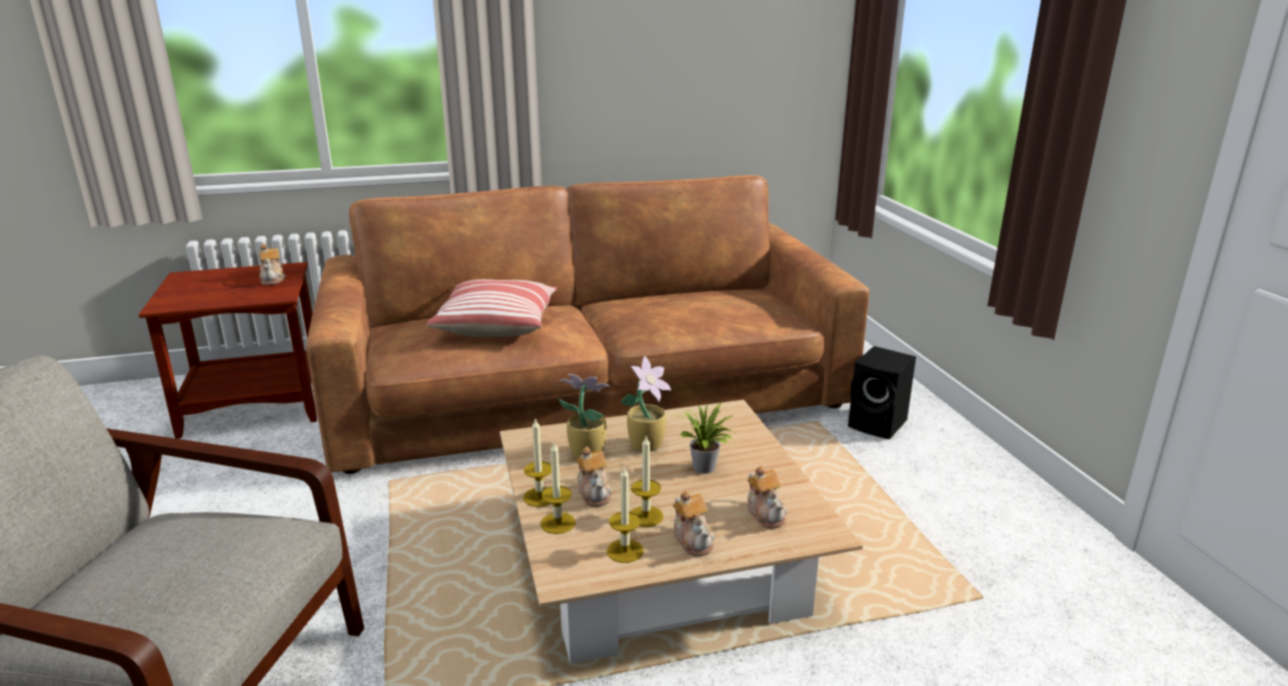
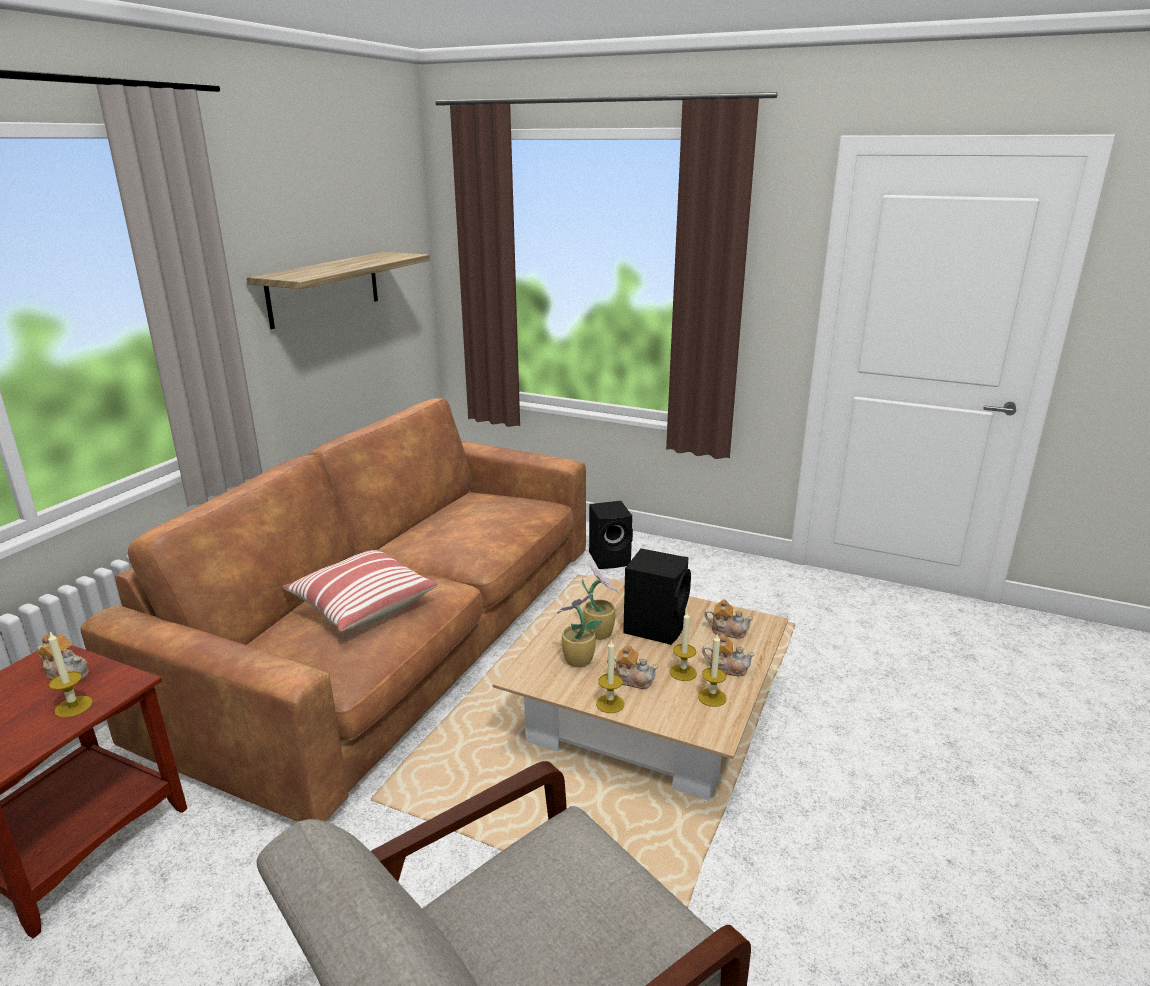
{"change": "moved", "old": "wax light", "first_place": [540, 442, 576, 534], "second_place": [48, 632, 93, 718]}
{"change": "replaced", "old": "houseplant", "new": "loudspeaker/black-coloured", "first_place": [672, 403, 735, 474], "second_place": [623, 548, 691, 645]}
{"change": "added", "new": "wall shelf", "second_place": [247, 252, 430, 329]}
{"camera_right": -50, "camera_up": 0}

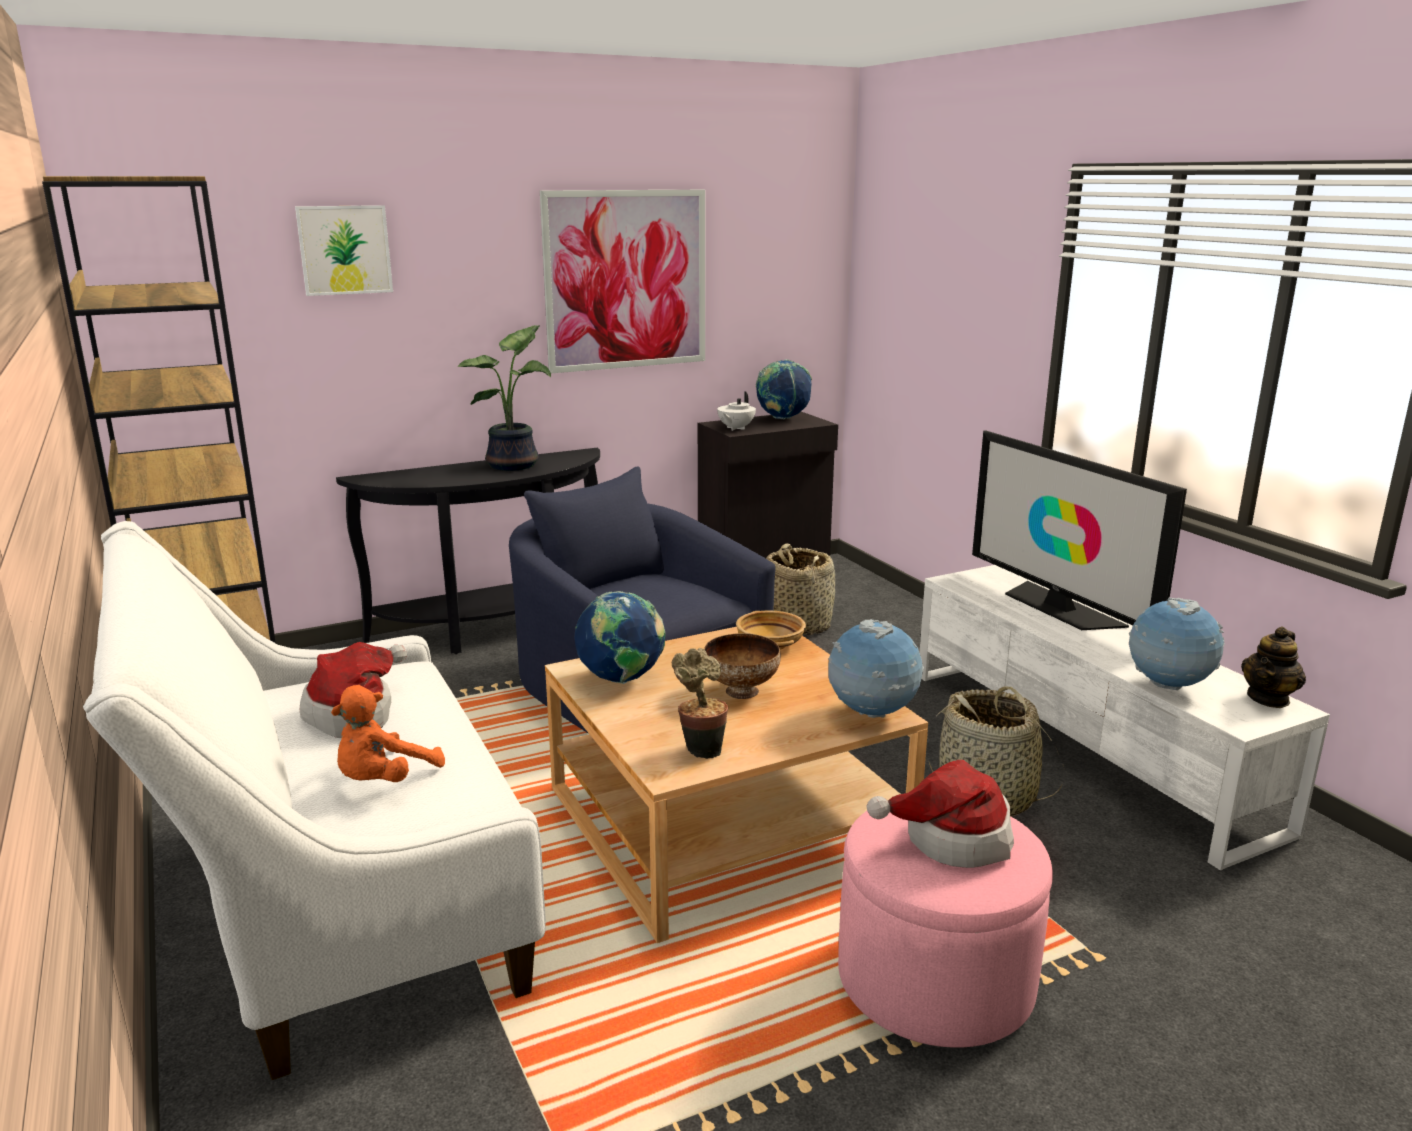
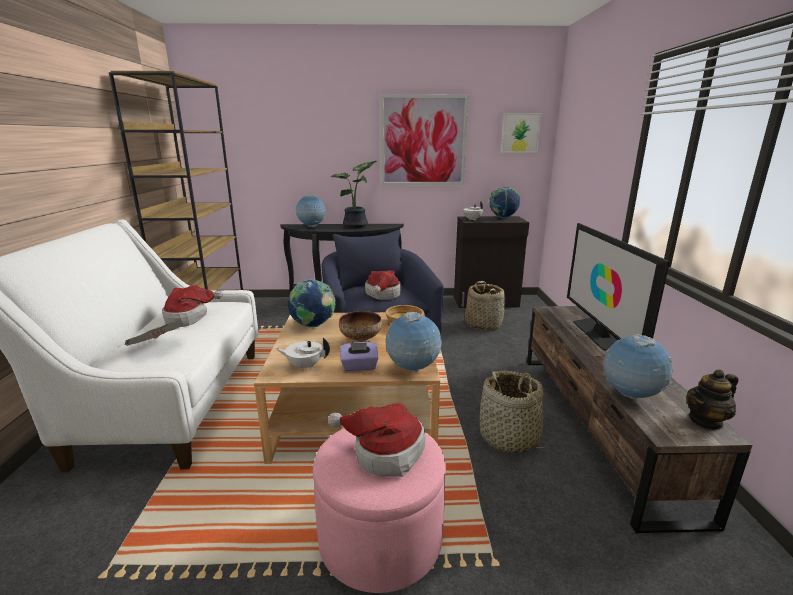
{"change": "moved", "old": "wall art", "first_place": [295, 205, 393, 296], "second_place": [501, 113, 542, 153]}
{"change": "replaced", "old": "plush toy/orange", "new": "printed paper", "first_place": [331, 685, 445, 782], "second_place": [125, 321, 183, 346]}
{"change": "replaced", "old": "houseplant", "new": "pot for tea/white-coloured", "first_place": [672, 648, 728, 759], "second_place": [275, 338, 330, 371]}
{"change": "recoloured", "old": "tv unit/white-coloured", "new": "tv unit/brown", "first_place": [920, 565, 1330, 871], "second_place": [527, 306, 753, 533]}
{"change": "added", "new": "globe", "second_place": [296, 195, 326, 227]}
{"change": "added", "new": "tissue holder/purplish", "second_place": [340, 342, 379, 372]}
{"change": "added", "new": "wearable hat", "second_place": [365, 270, 401, 300]}
{"camera_right": 25, "camera_up": 0}

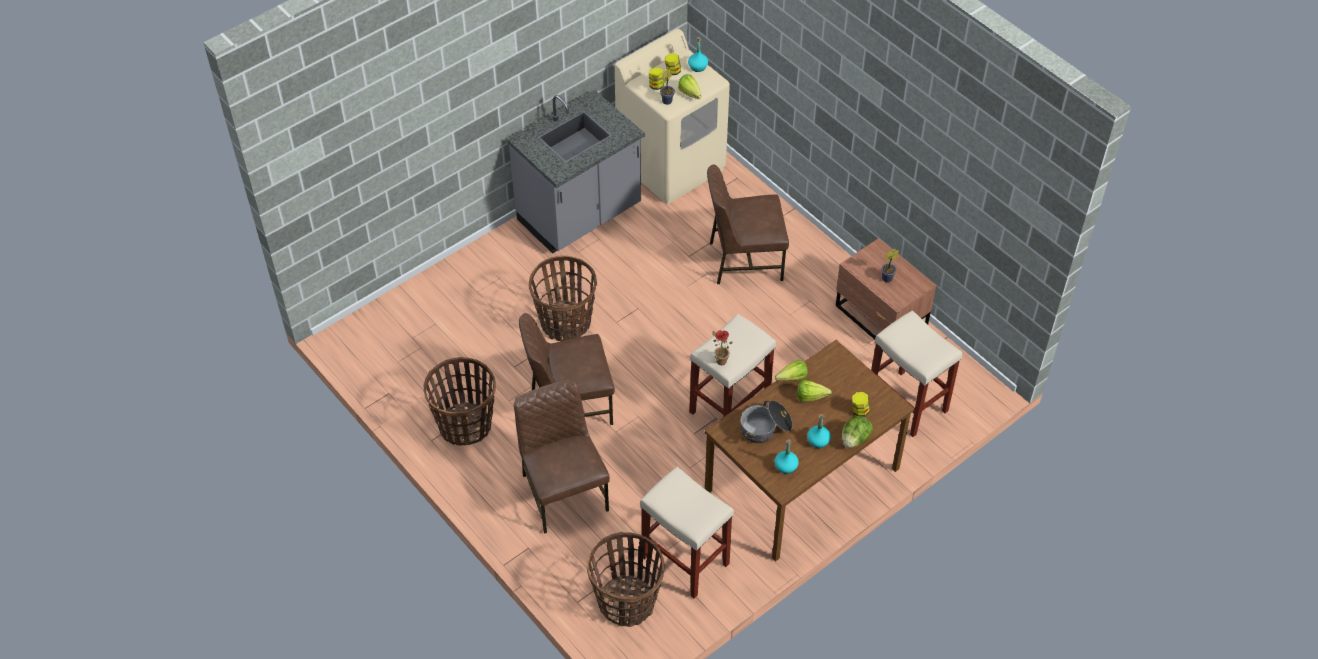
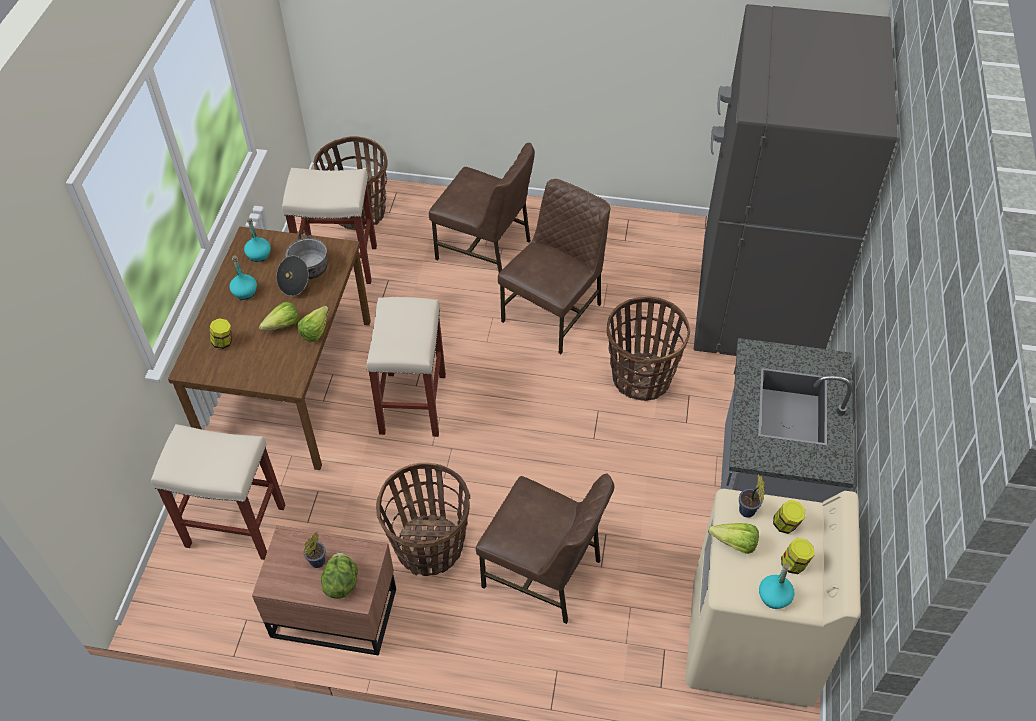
{"change": "moved", "old": "household basket", "first_place": [423, 357, 496, 445], "second_place": [376, 463, 470, 576]}
{"change": "turned", "old": "upright chair/brown", "first_place": [707, 165, 789, 284], "second_place": [476, 473, 614, 624], "degrees": 75}
{"change": "removed", "old": "houseplant", "first_place": [712, 330, 733, 365]}
{"change": "moved", "old": "lettuce head", "first_place": [842, 416, 873, 448], "second_place": [321, 552, 358, 599]}
{"change": "added", "new": "kitchen fridge/gray", "second_place": [694, 4, 898, 356]}
{"camera_right": 140, "camera_up": 0}

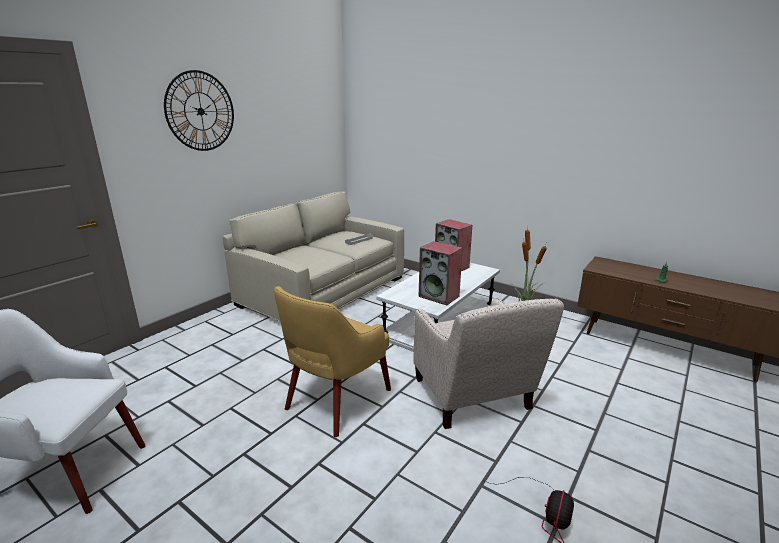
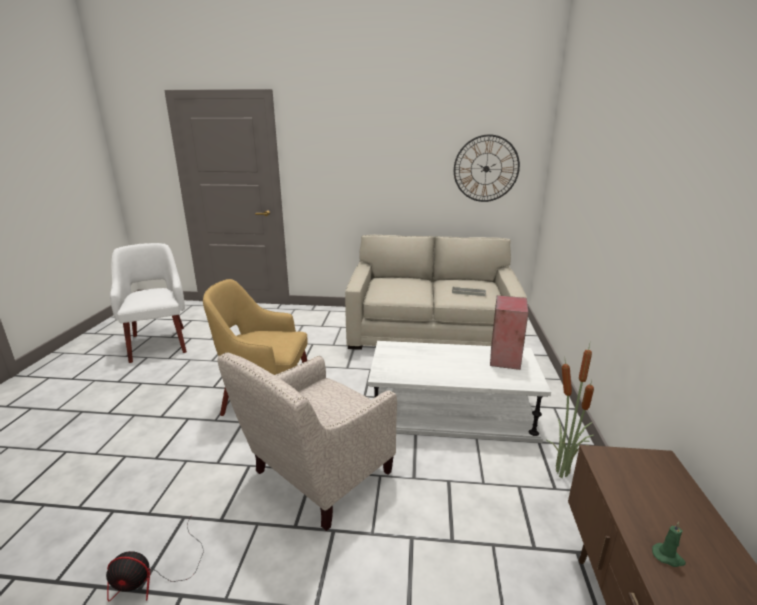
{"change": "moved", "old": "hanging clock", "first_place": [164, 70, 234, 151], "second_place": [454, 134, 520, 202]}
{"change": "removed", "old": "loudspeaker", "first_place": [418, 241, 463, 305]}
{"camera_right": 60, "camera_up": 0}

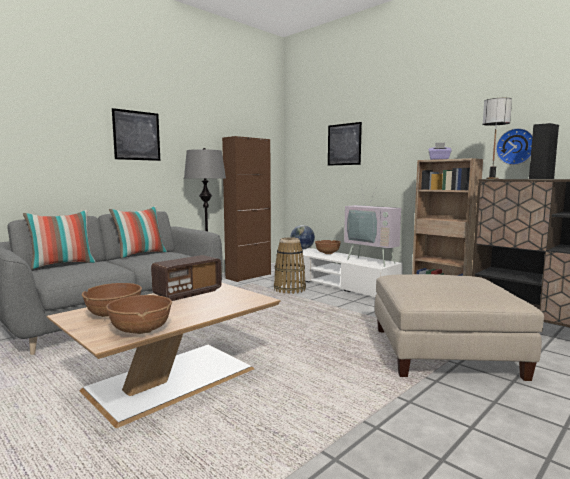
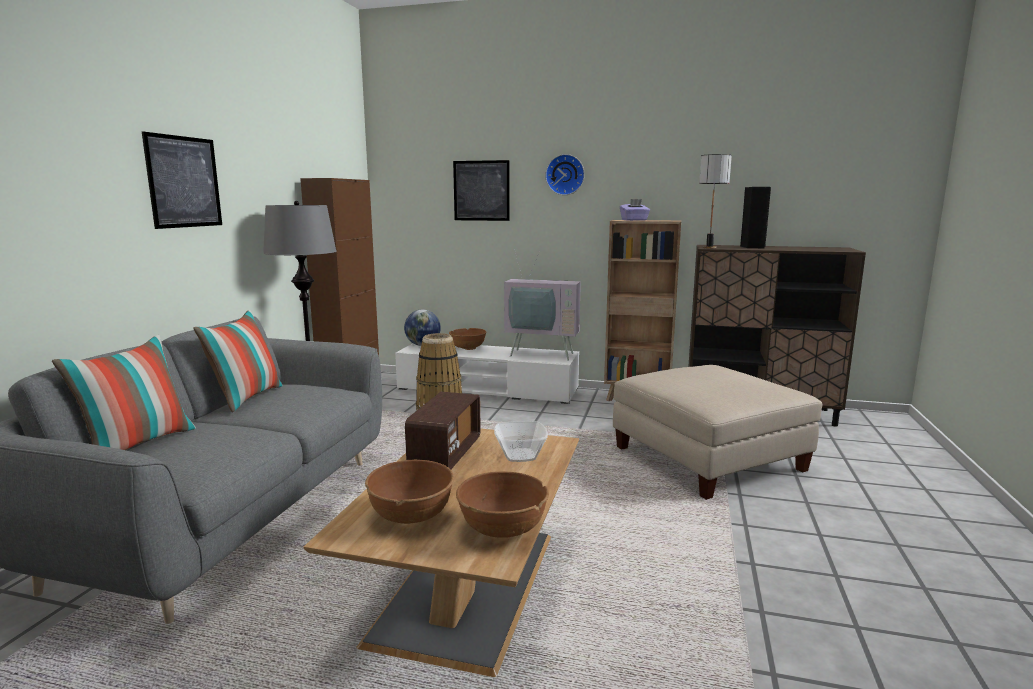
{"change": "moved", "old": "hanging clock", "first_place": [496, 128, 532, 165], "second_place": [545, 154, 585, 195]}
{"change": "added", "new": "bowl", "second_place": [494, 421, 548, 462]}
{"camera_right": -30, "camera_up": 5}

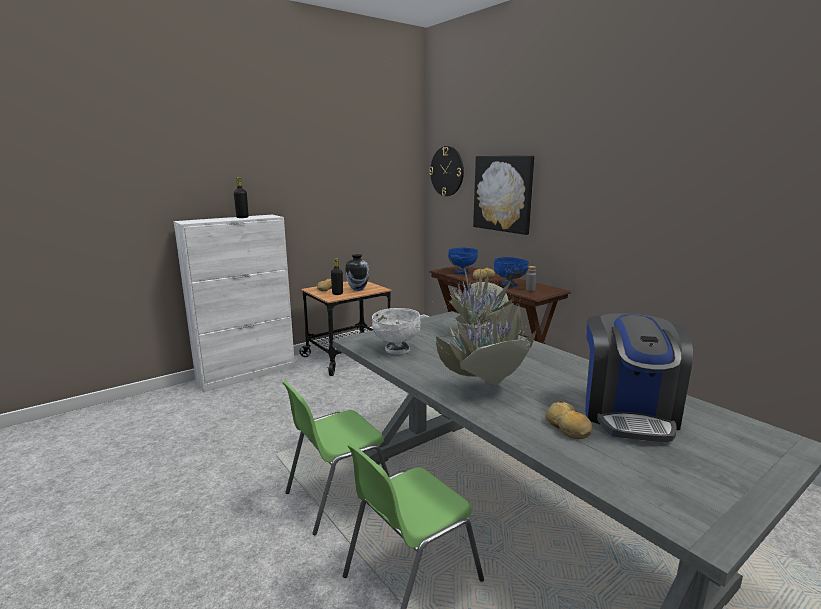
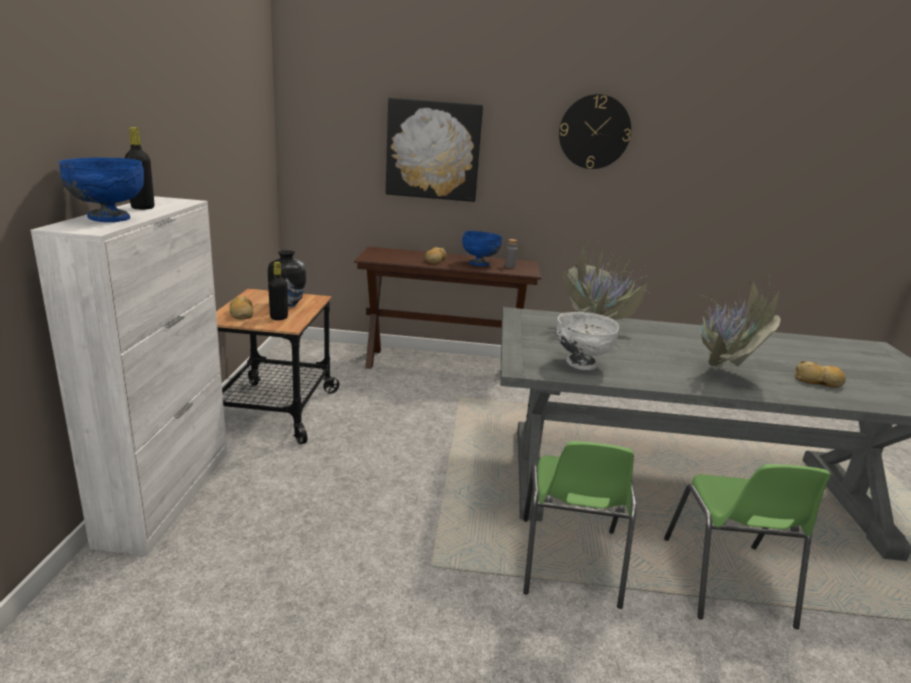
{"change": "moved", "old": "hanging clock", "first_place": [429, 146, 464, 196], "second_place": [559, 94, 631, 169]}
{"change": "moved", "old": "bowl/blue-coloured", "first_place": [448, 248, 478, 274], "second_place": [59, 157, 144, 222]}
{"change": "removed", "old": "coffee machine", "first_place": [585, 313, 693, 442]}
{"camera_right": -50, "camera_up": 5}

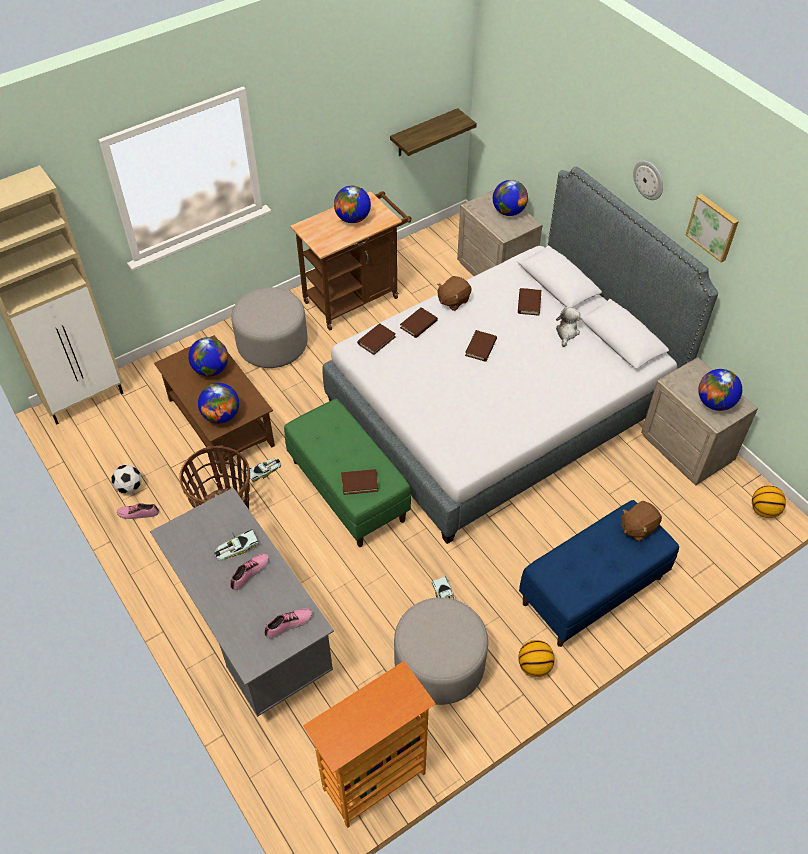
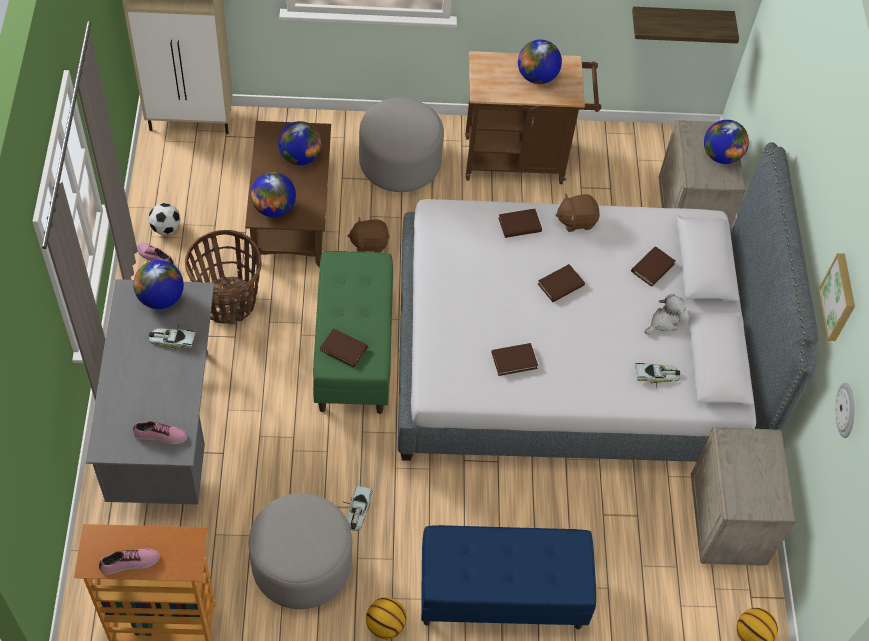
{"change": "moved", "old": "shoe", "first_place": [230, 553, 269, 590], "second_place": [99, 548, 160, 574]}
{"change": "moved", "old": "toy car", "first_place": [246, 459, 281, 482], "second_place": [635, 363, 680, 386]}
{"change": "moved", "old": "book/brown", "first_place": [357, 323, 396, 355], "second_place": [492, 343, 538, 376]}
{"change": "moved", "old": "plush toy/brown", "first_place": [621, 501, 662, 542], "second_place": [348, 217, 390, 253]}
{"change": "moved", "old": "hanging clock", "first_place": [633, 161, 663, 200], "second_place": [835, 383, 855, 438]}
{"change": "moved", "old": "globe", "first_place": [698, 369, 742, 411], "second_place": [133, 260, 184, 309]}
{"camera_right": 30, "camera_up": 5}

